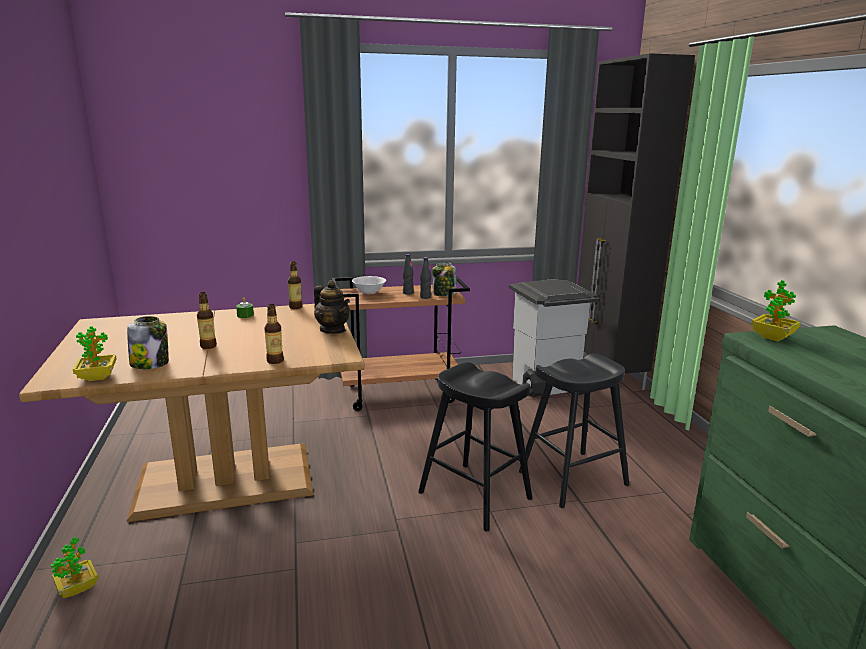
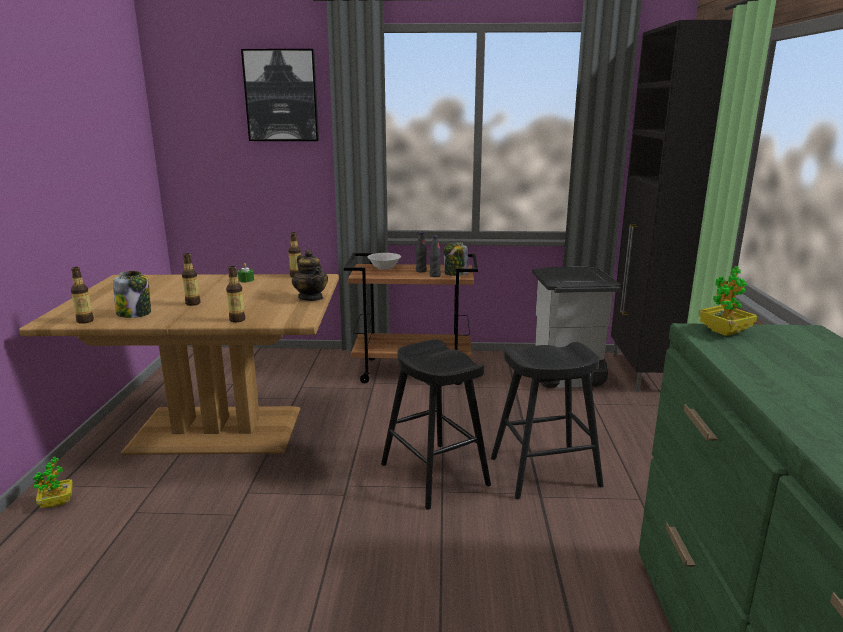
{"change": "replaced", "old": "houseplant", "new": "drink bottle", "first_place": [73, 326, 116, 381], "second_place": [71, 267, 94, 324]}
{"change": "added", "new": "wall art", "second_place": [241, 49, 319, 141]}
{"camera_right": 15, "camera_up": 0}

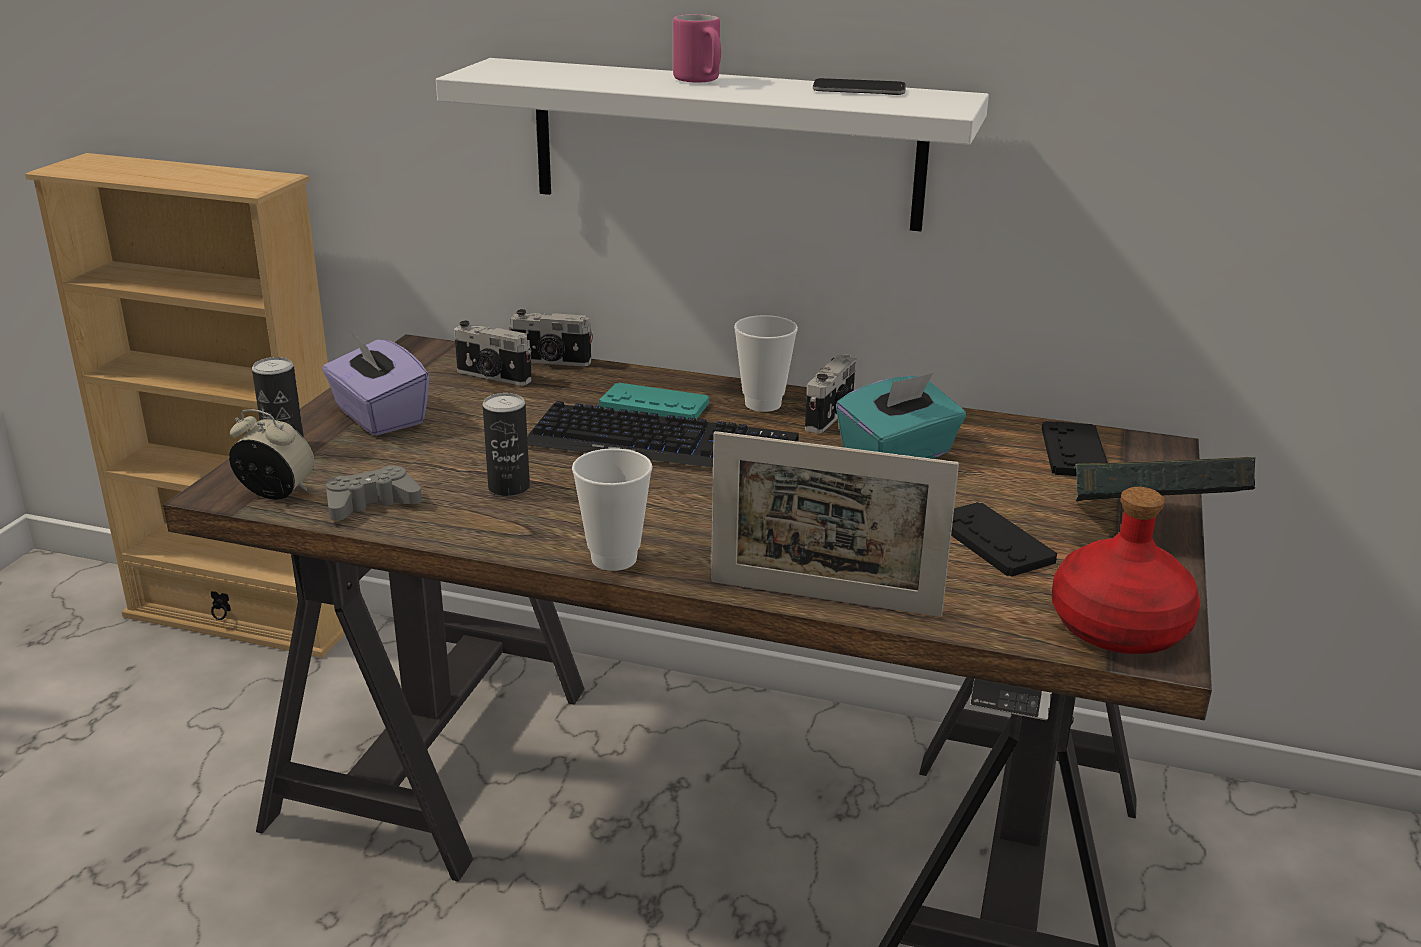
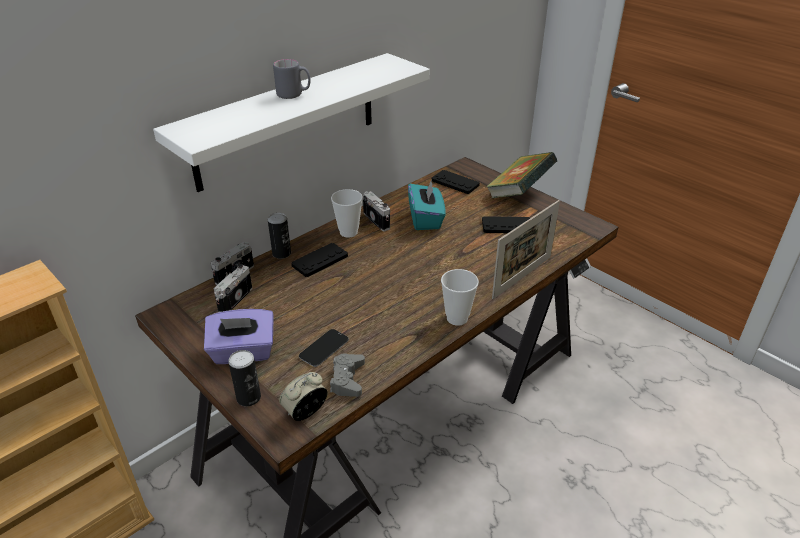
{"change": "turned", "old": "still camera", "first_place": [454, 321, 532, 386], "second_place": [213, 264, 252, 312], "degrees": 150}
{"change": "moved", "old": "sealed can", "first_place": [483, 393, 530, 496], "second_place": [268, 213, 291, 259]}
{"change": "removed", "old": "keyboard", "first_place": [527, 401, 799, 468]}
{"change": "recoloured", "old": "joypad/turquoise-coloured", "new": "joypad/black-coloured", "first_place": [599, 383, 709, 419], "second_place": [291, 243, 348, 277]}
{"change": "recoloured", "old": "coffee mug/pink-coloured", "new": "coffee mug/gray", "first_place": [673, 14, 721, 83], "second_place": [273, 59, 311, 99]}
{"change": "moved", "old": "telephone", "first_place": [813, 78, 906, 95], "second_place": [299, 329, 349, 367]}
{"change": "removed", "old": "drink bottle/reddish", "first_place": [1052, 487, 1200, 654]}
{"camera_right": -60, "camera_up": 10}

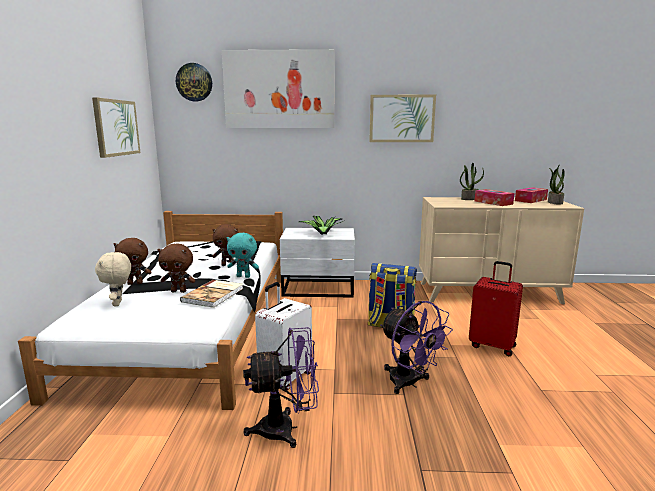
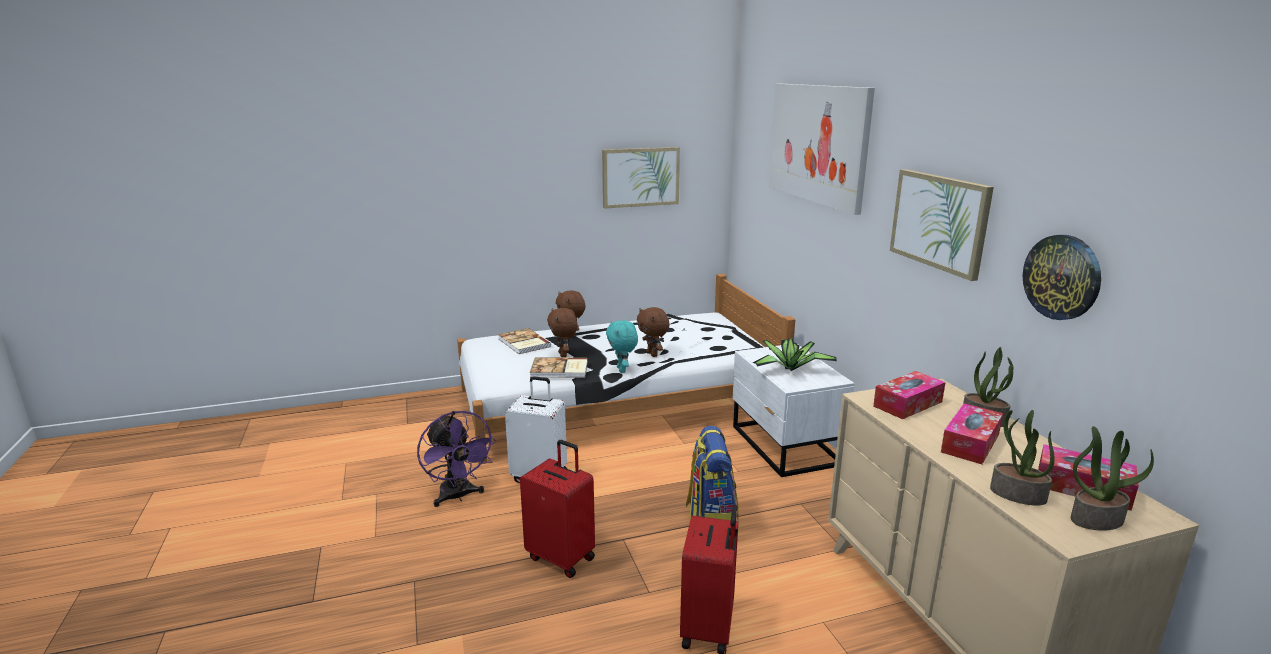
{"change": "replaced", "old": "plush toy/beige-coloured", "new": "book", "first_place": [95, 252, 131, 306], "second_place": [498, 328, 551, 354]}
{"change": "moved", "old": "hanging clock", "first_place": [176, 63, 212, 101], "second_place": [1023, 235, 1101, 320]}
{"change": "replaced", "old": "cooling fan/purplish", "new": "suitcase/reddish", "first_place": [380, 301, 453, 394], "second_place": [520, 440, 595, 578]}
{"change": "added", "new": "tissue holder", "second_place": [873, 371, 945, 419]}
{"change": "added", "new": "houseplant", "second_place": [990, 410, 1055, 506]}
{"camera_right": 70, "camera_up": 5}

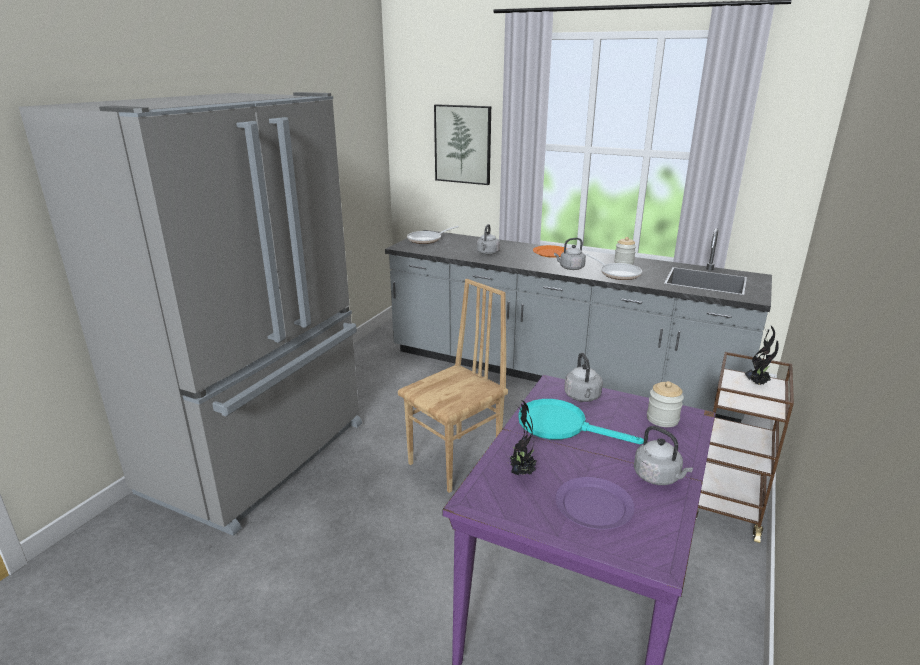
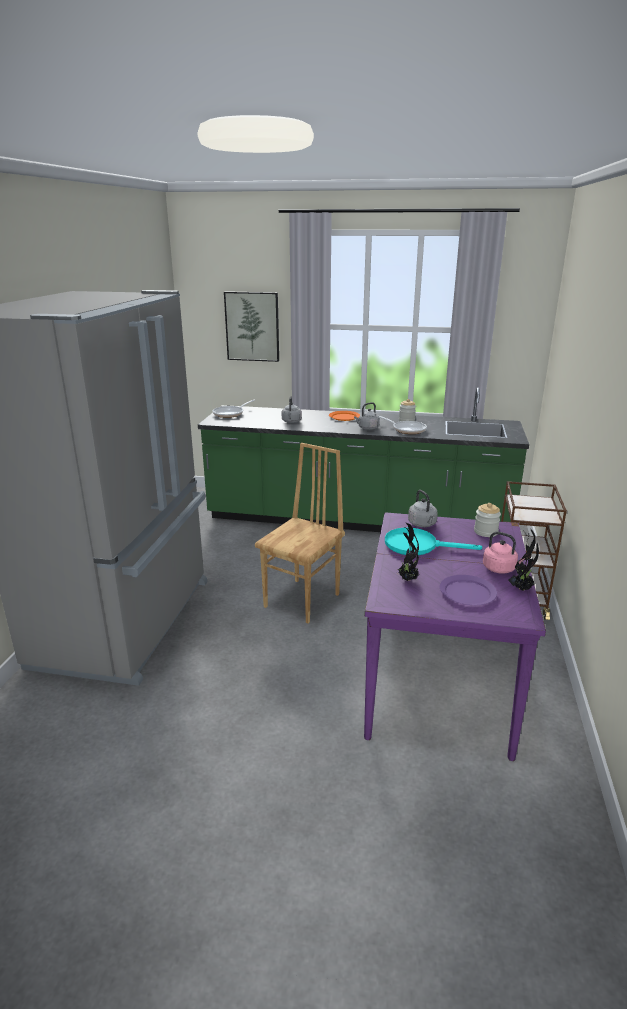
{"change": "recoloured", "old": "kitchen base unit/gray", "new": "kitchen base unit/greenish", "first_place": [385, 229, 772, 423], "second_place": [198, 387, 529, 532]}
{"change": "recoloured", "old": "kettle/gray", "new": "kettle/pink-coloured", "first_place": [634, 426, 693, 485], "second_place": [483, 532, 525, 574]}
{"change": "moved", "old": "houseplant", "first_place": [744, 326, 779, 385], "second_place": [508, 530, 539, 590]}
{"camera_right": -15, "camera_up": 0}

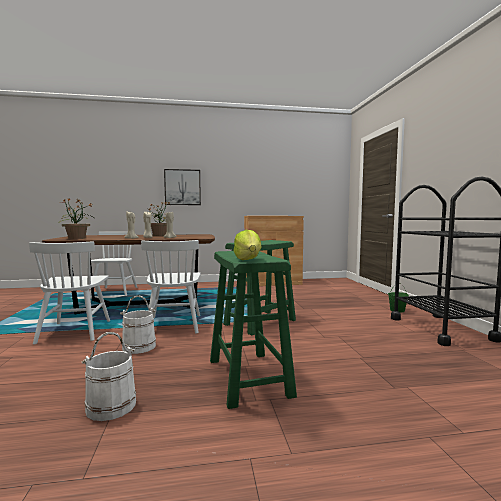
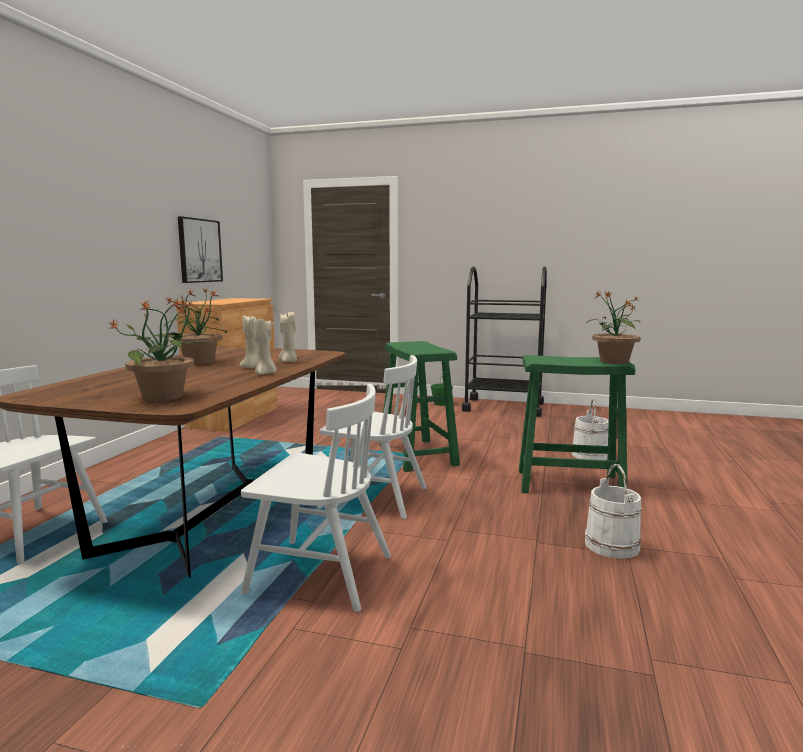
{"change": "moved", "old": "pail/white-coloured", "first_place": [120, 295, 156, 354], "second_place": [572, 399, 609, 460]}
{"change": "moved", "old": "wall art", "first_place": [164, 169, 201, 205], "second_place": [178, 216, 223, 283]}
{"change": "replaced", "old": "lettuce head", "new": "houseplant", "first_place": [234, 230, 261, 260], "second_place": [587, 291, 641, 364]}
{"camera_right": -65, "camera_up": 5}

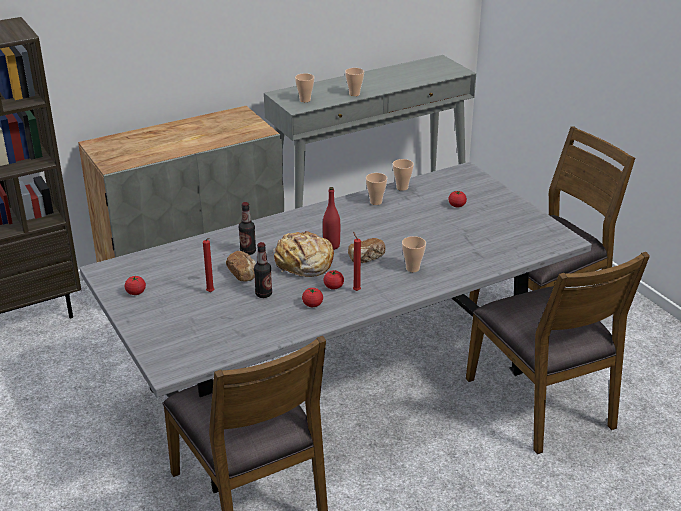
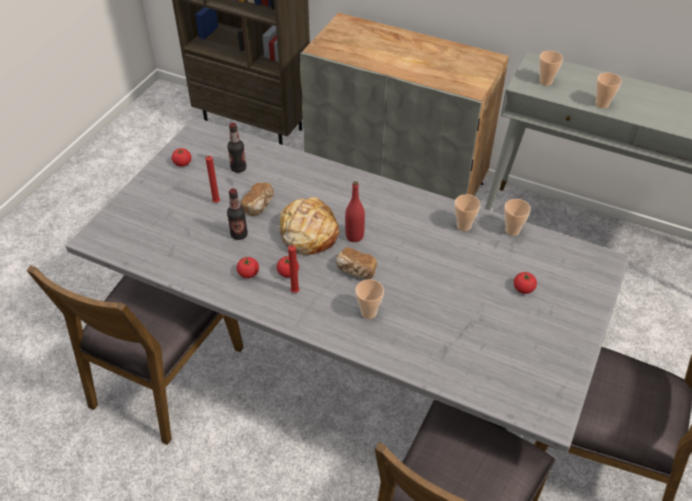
{"change": "moved", "old": "drink bottle", "first_place": [239, 202, 256, 255], "second_place": [227, 123, 246, 173]}
{"camera_right": 55, "camera_up": 15}

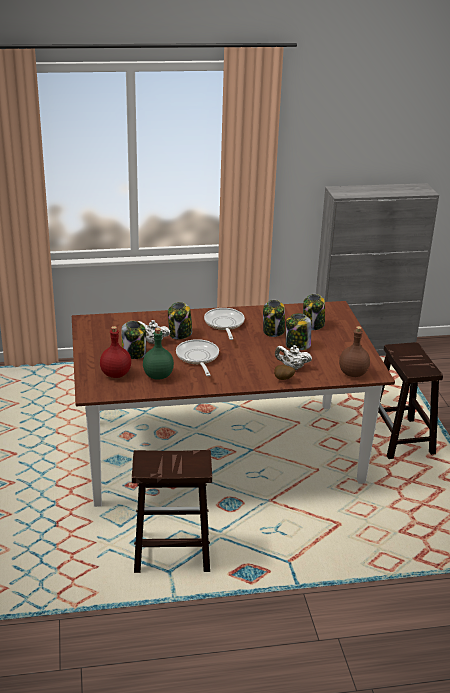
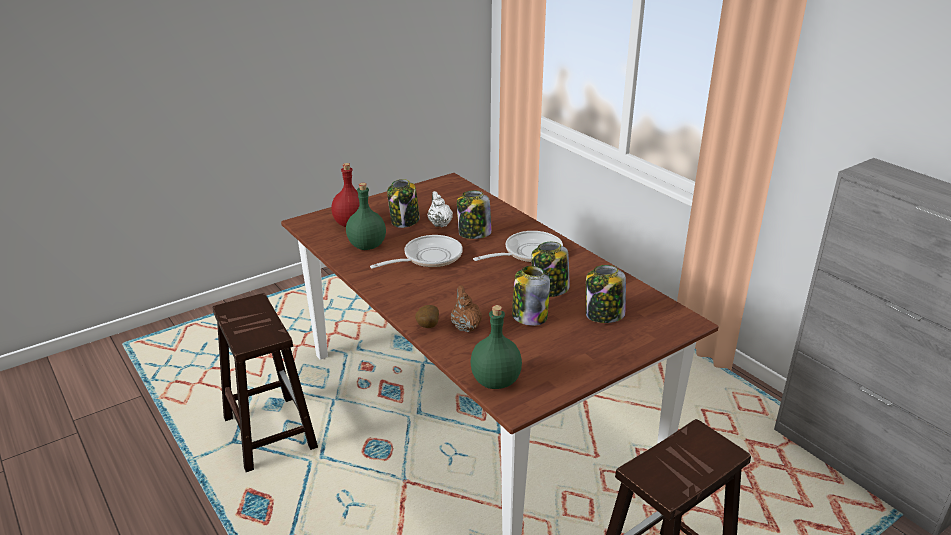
{"change": "recoloured", "old": "pot for tea/white-coloured", "new": "pot for tea/brown", "first_place": [275, 345, 312, 370], "second_place": [450, 285, 482, 332]}
{"change": "recoloured", "old": "drink bottle/brown", "new": "drink bottle/greenish", "first_place": [339, 326, 370, 377], "second_place": [470, 305, 522, 389]}
{"camera_right": 65, "camera_up": 0}

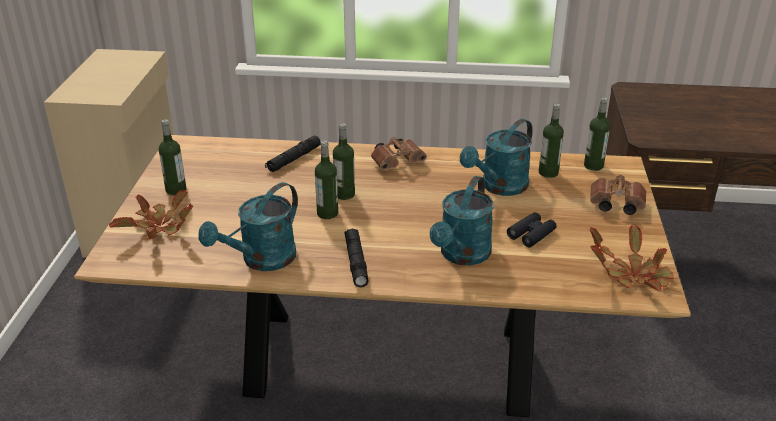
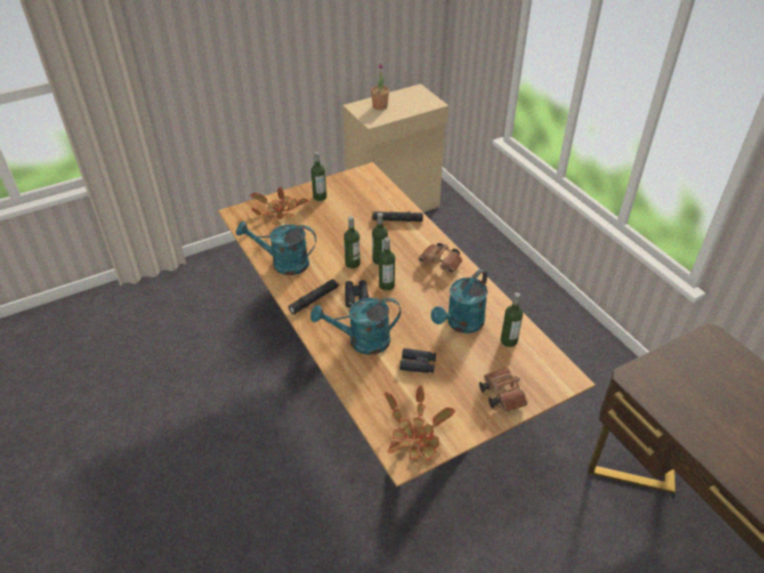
{"change": "turned", "old": "sprinkling can/turquoise-coloured", "first_place": [460, 119, 533, 196], "second_place": [431, 269, 488, 333], "degrees": -60}
{"change": "moved", "old": "drink bottle", "first_place": [584, 97, 610, 171], "second_place": [379, 237, 395, 291]}
{"change": "added", "new": "binoculars/black-coloured", "second_place": [345, 280, 369, 308]}
{"change": "added", "new": "houseplant", "second_place": [371, 63, 389, 110]}
{"camera_right": 55, "camera_up": 10}

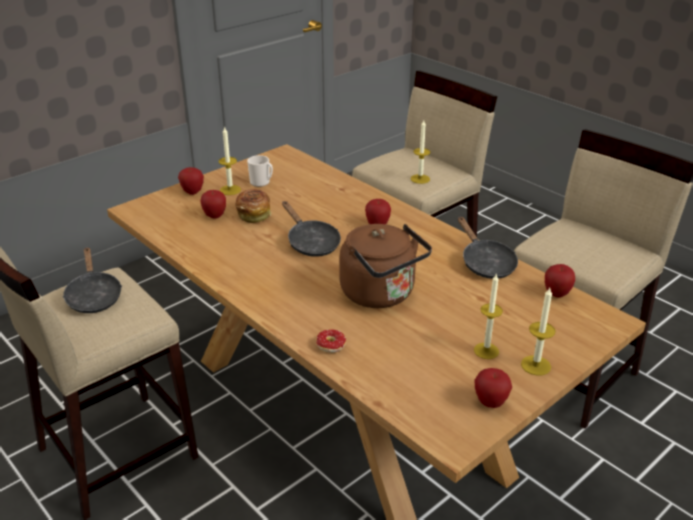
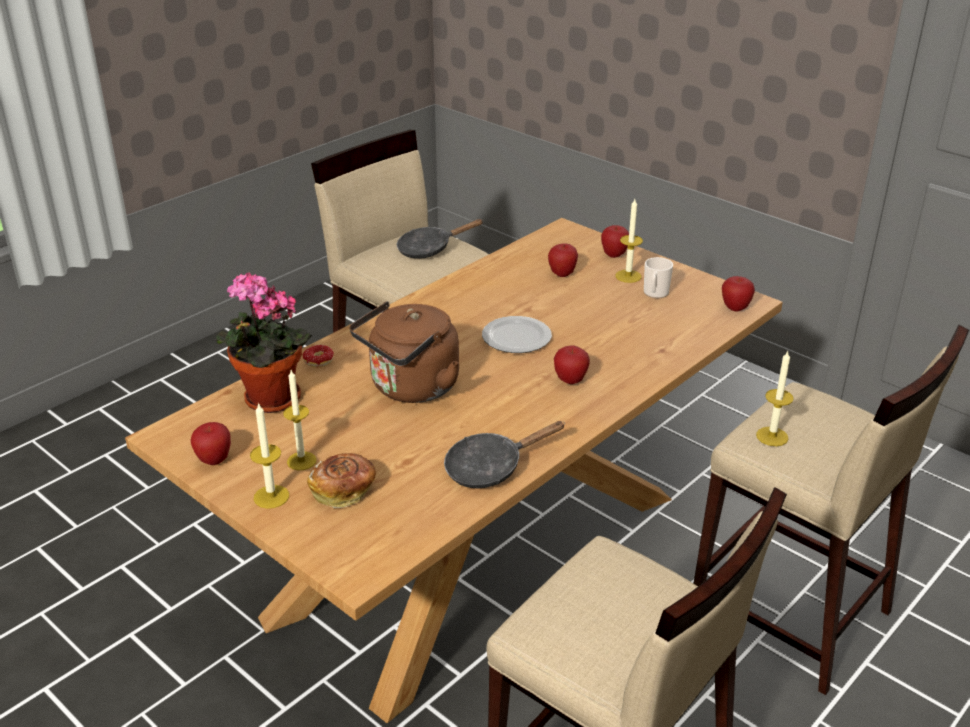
{"change": "moved", "old": "bakery bread", "first_place": [235, 189, 271, 223], "second_place": [307, 453, 376, 508]}
{"change": "replaced", "old": "pan/black-coloured", "new": "flat dish", "first_place": [282, 201, 341, 257], "second_place": [482, 316, 552, 353]}
{"change": "moved", "old": "apple fruit", "first_place": [545, 264, 575, 297], "second_place": [722, 276, 755, 312]}
{"change": "added", "new": "houseplant", "second_place": [216, 272, 312, 413]}
{"camera_right": 85, "camera_up": 0}

